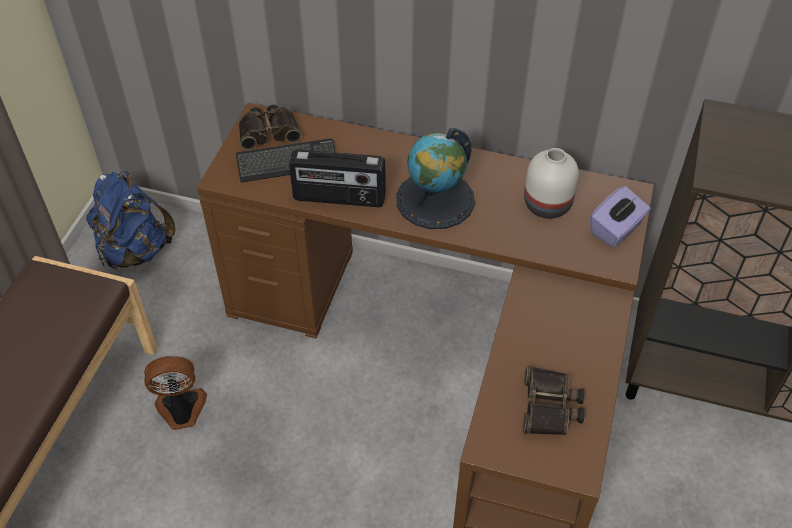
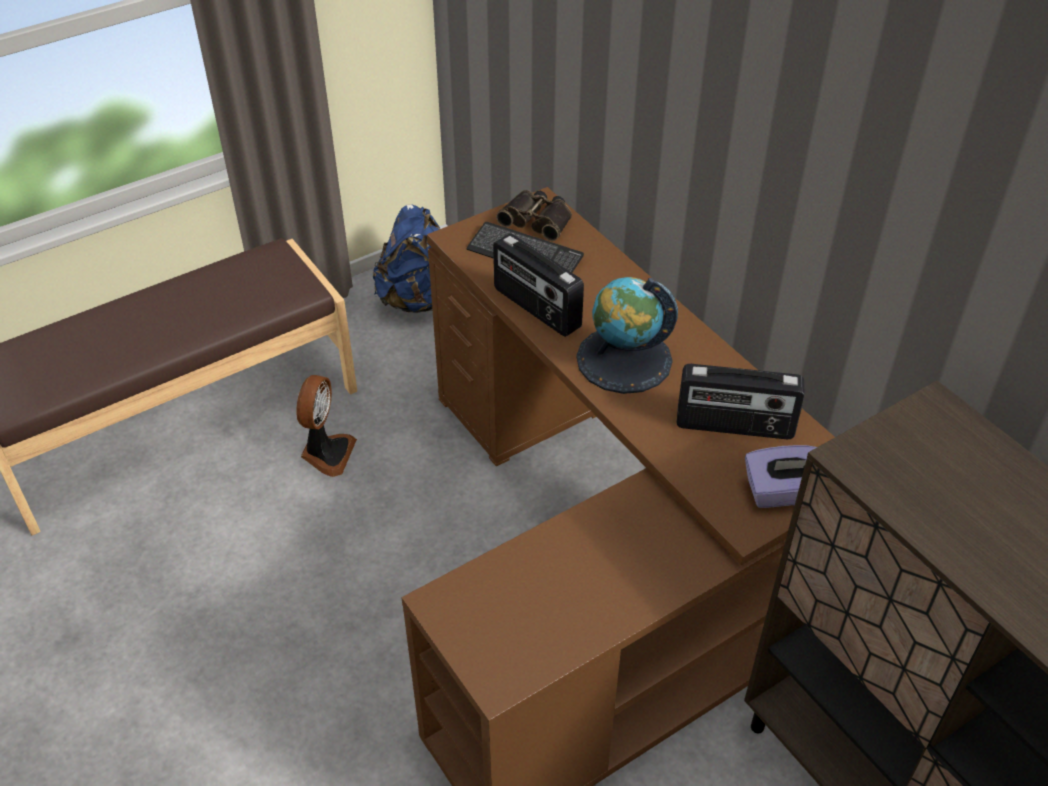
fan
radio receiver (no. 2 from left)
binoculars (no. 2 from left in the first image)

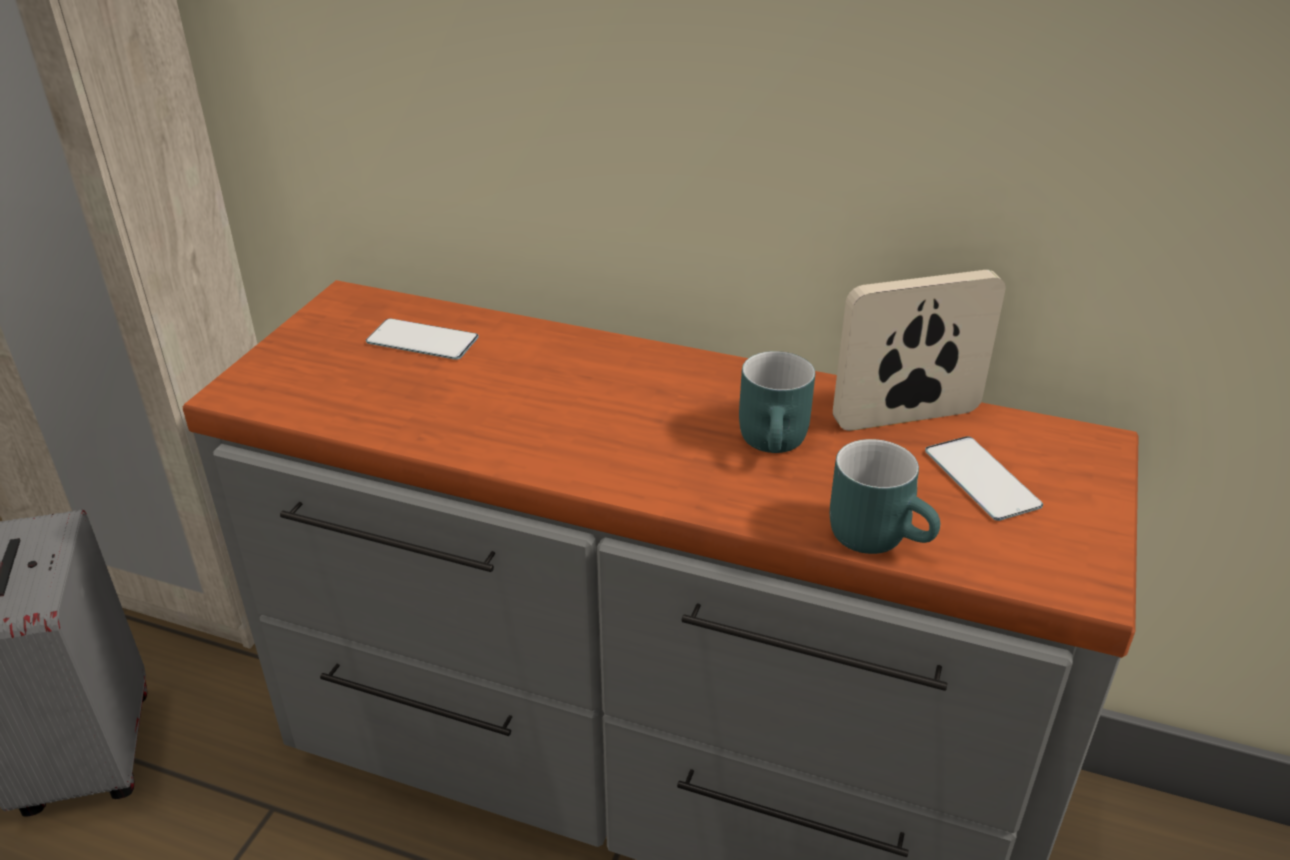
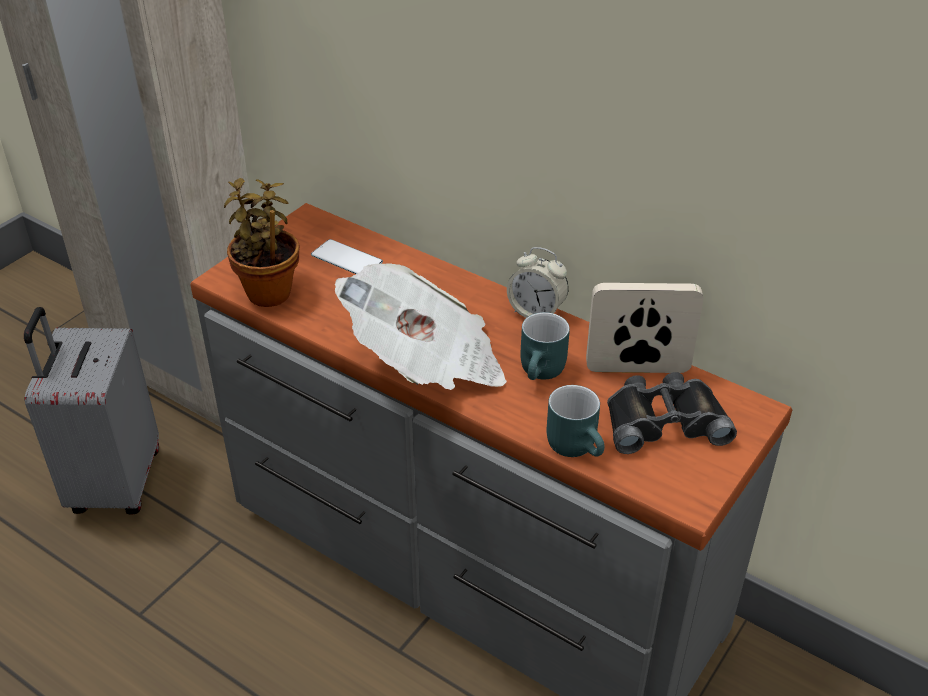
potted plant
newspaper
alarm clock
binoculars in black

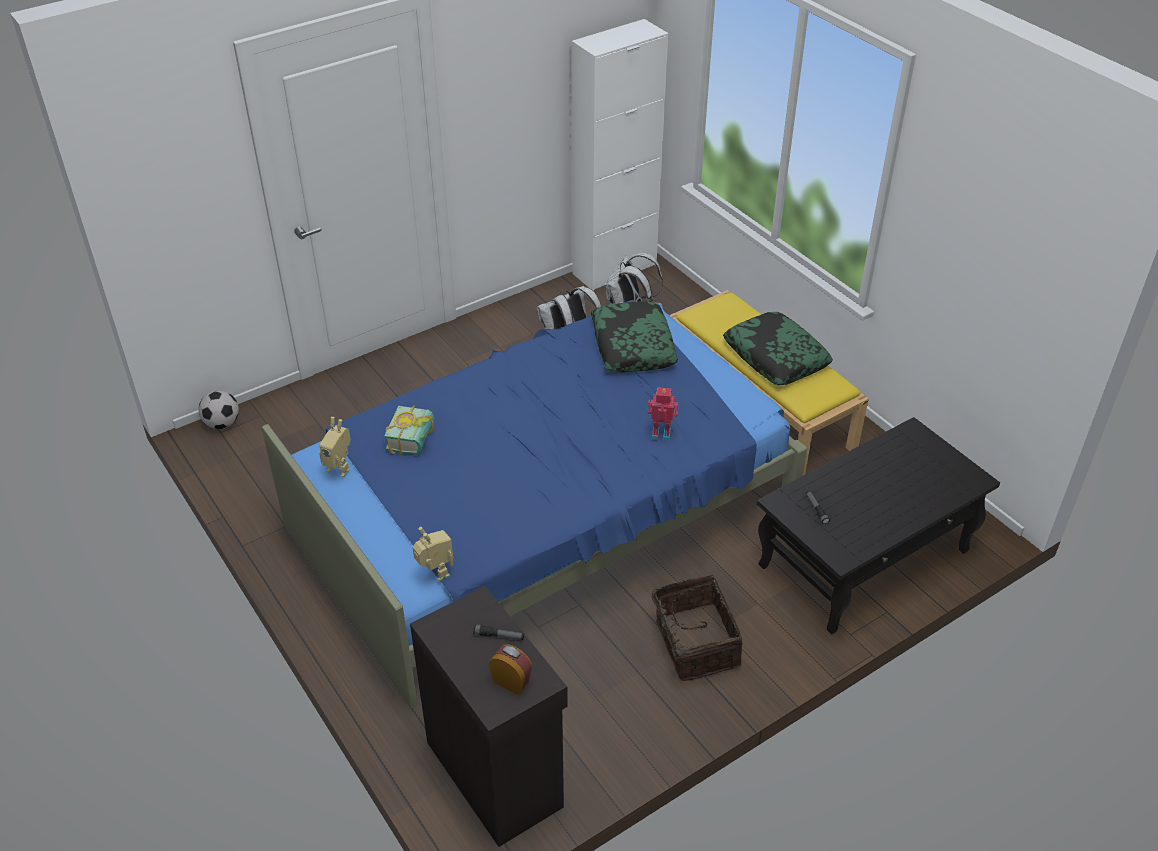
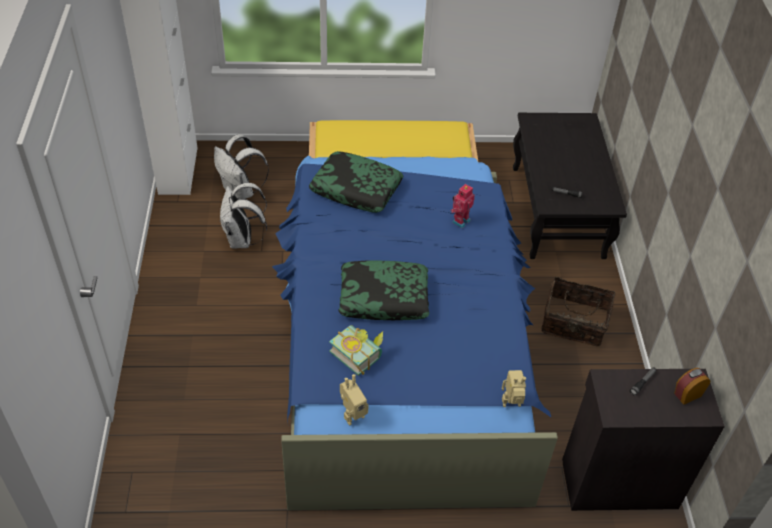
cushion (no. 2 from left)
football

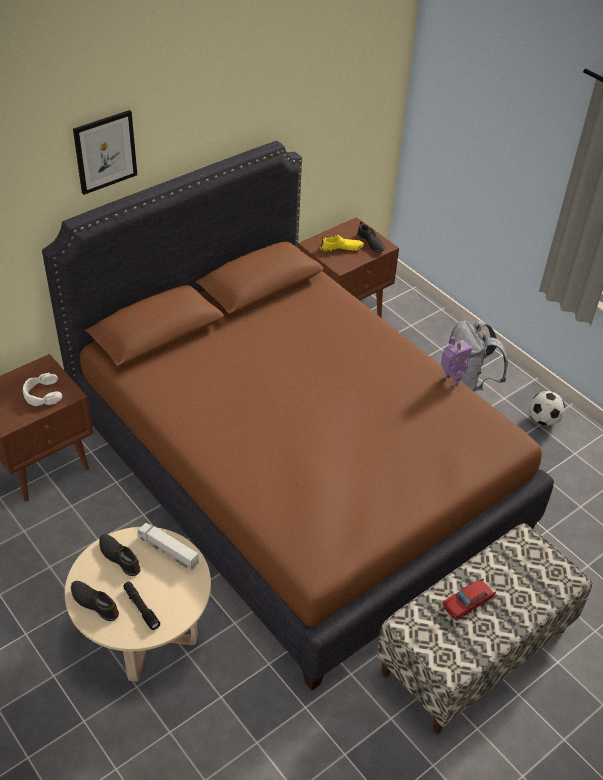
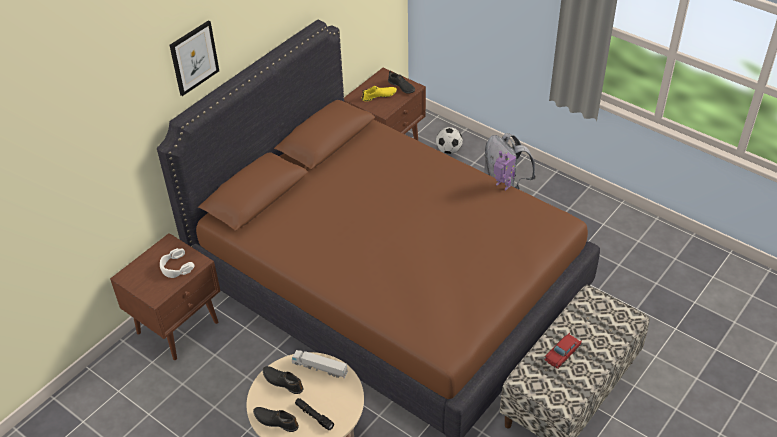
football

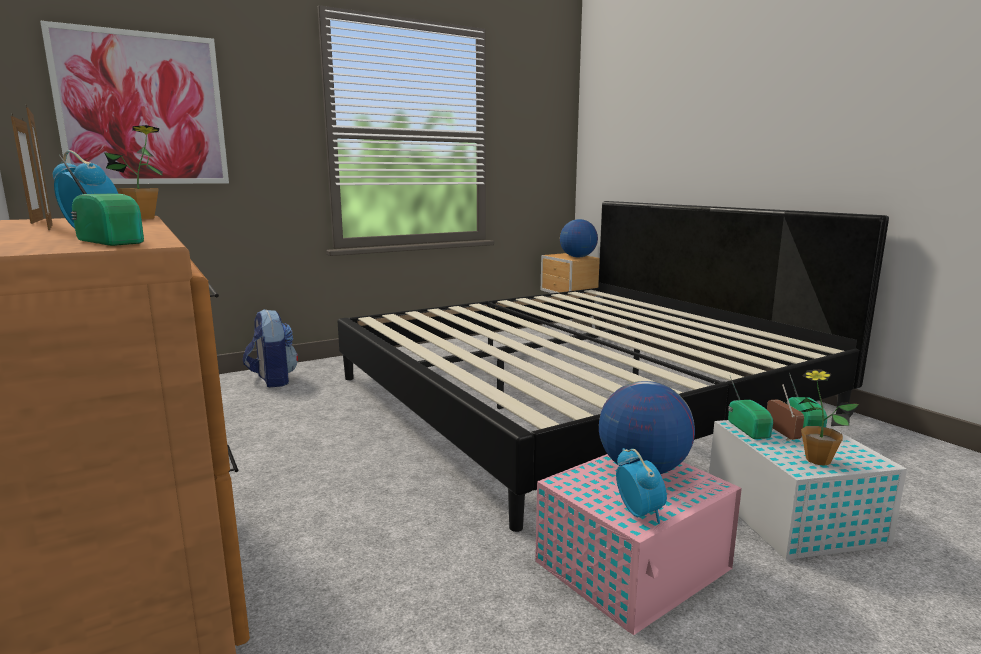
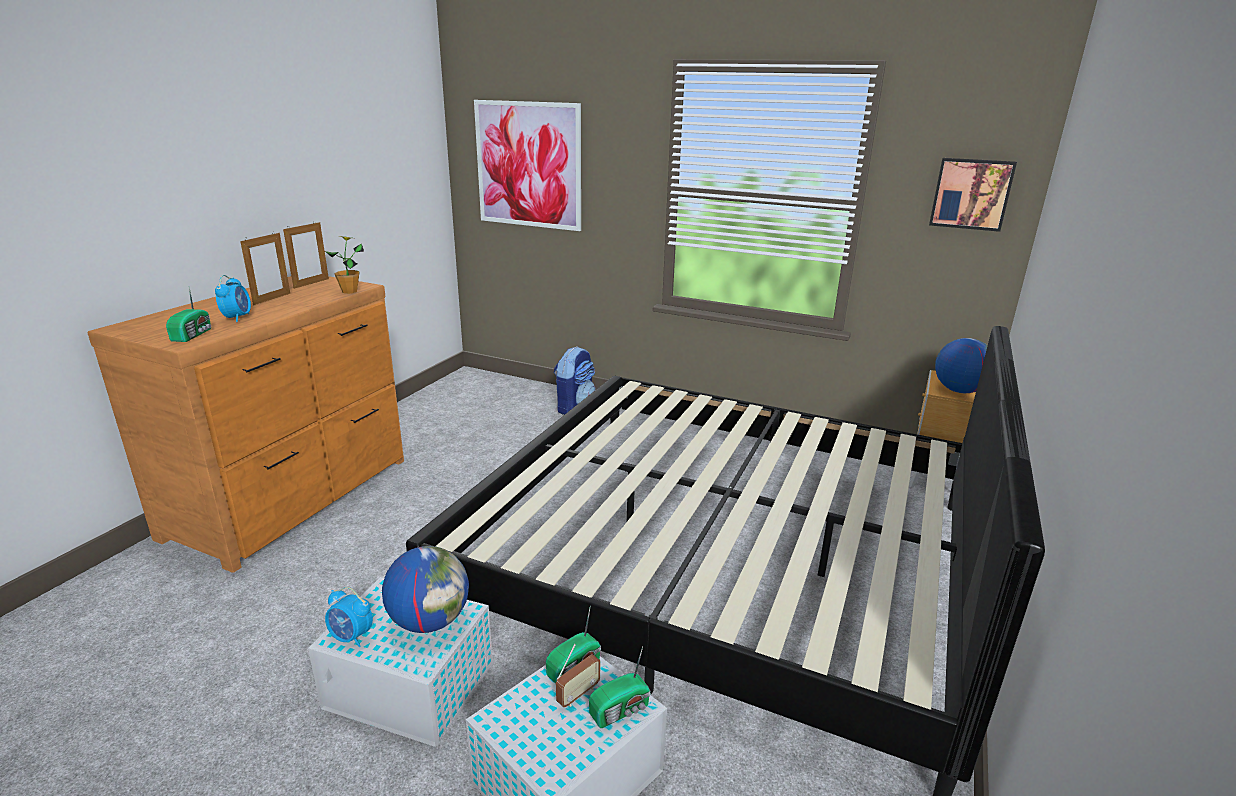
storage bin in white-coloured (no. 1 from left)
alarm clock (no. 2 from left)
wall picture (no. 2 from left)
potted plant (no. 2 from left in the first image)

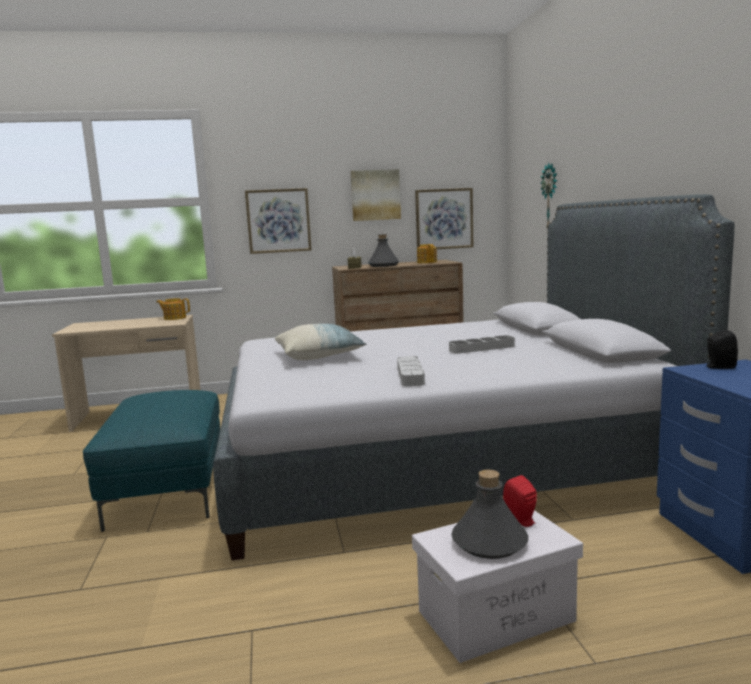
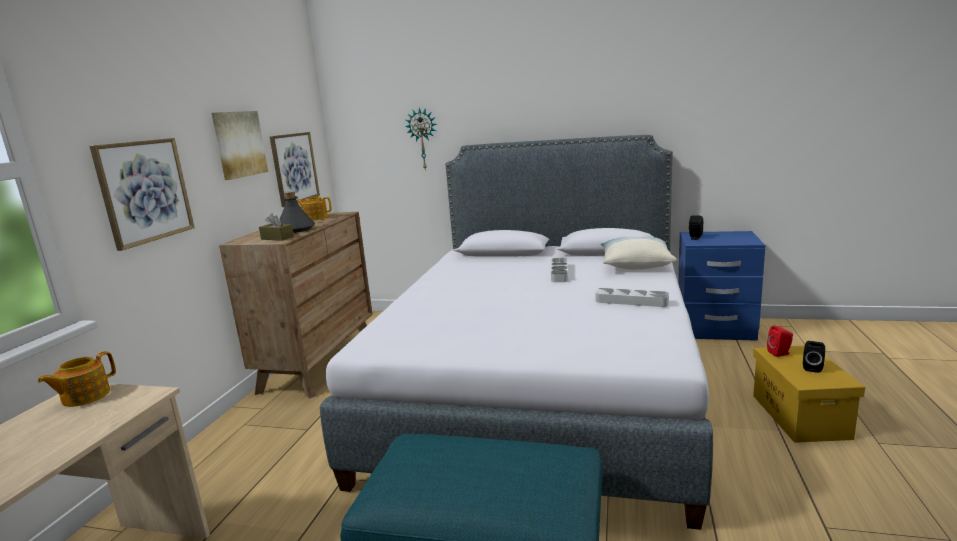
cushion
storage bin in yellow-coloured
audio speaker in black (no. 2 from left)

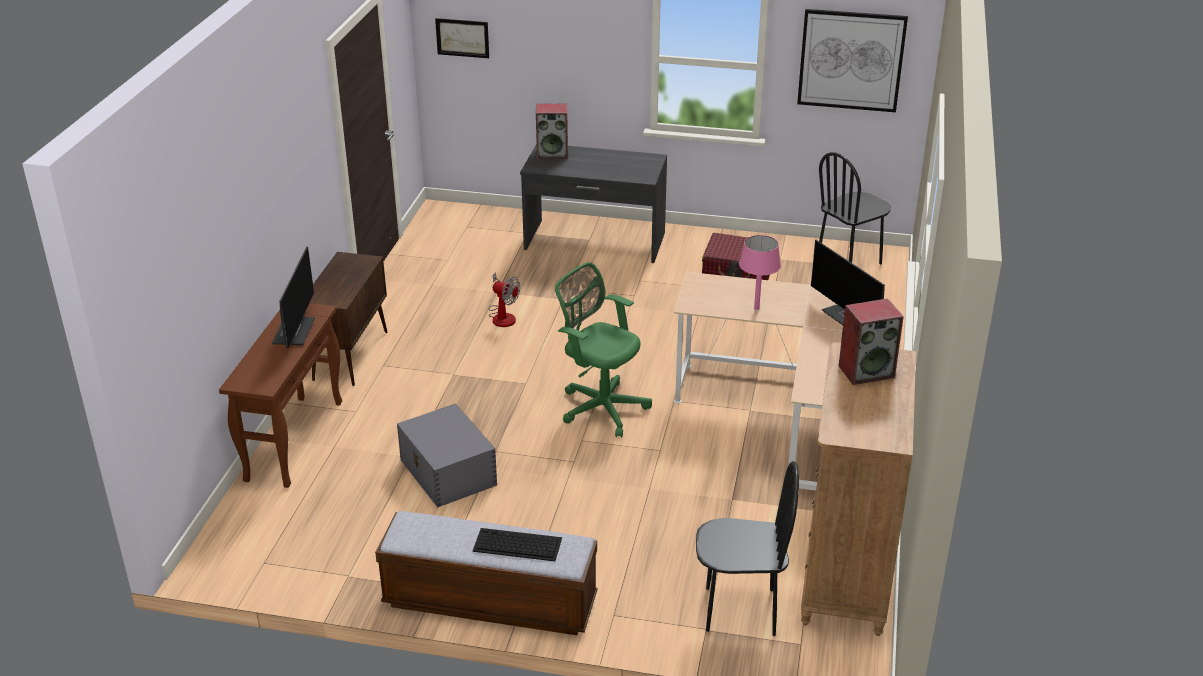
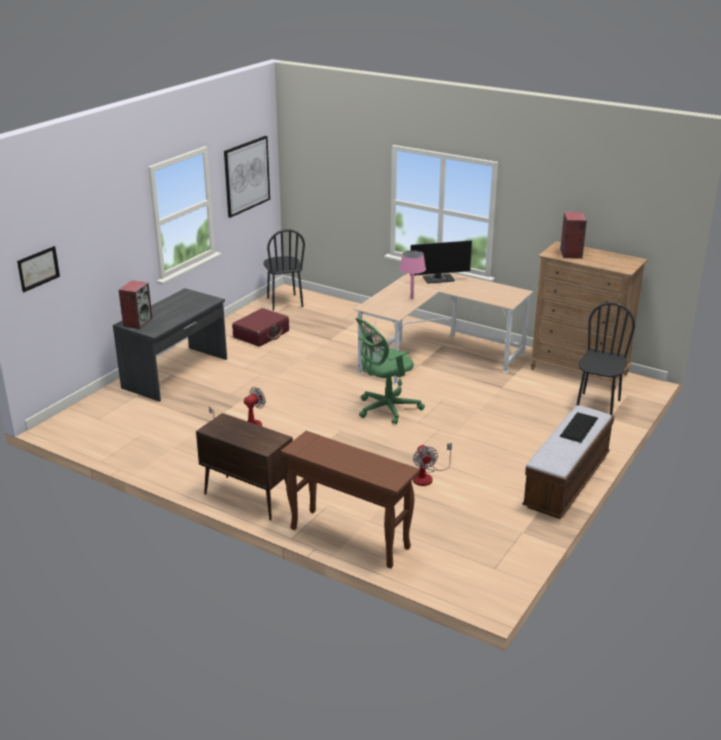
fan (no. 2 from left)
monitor (no. 1 from left in the first image)

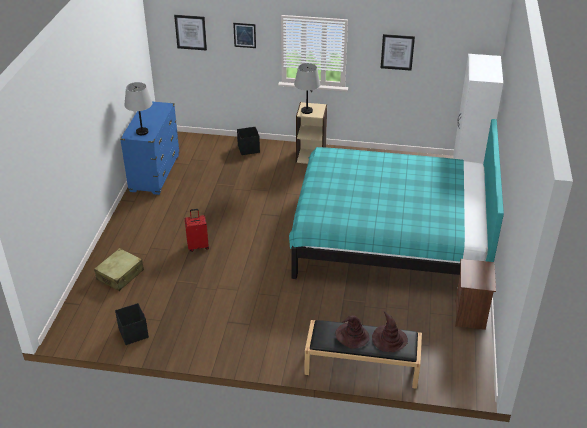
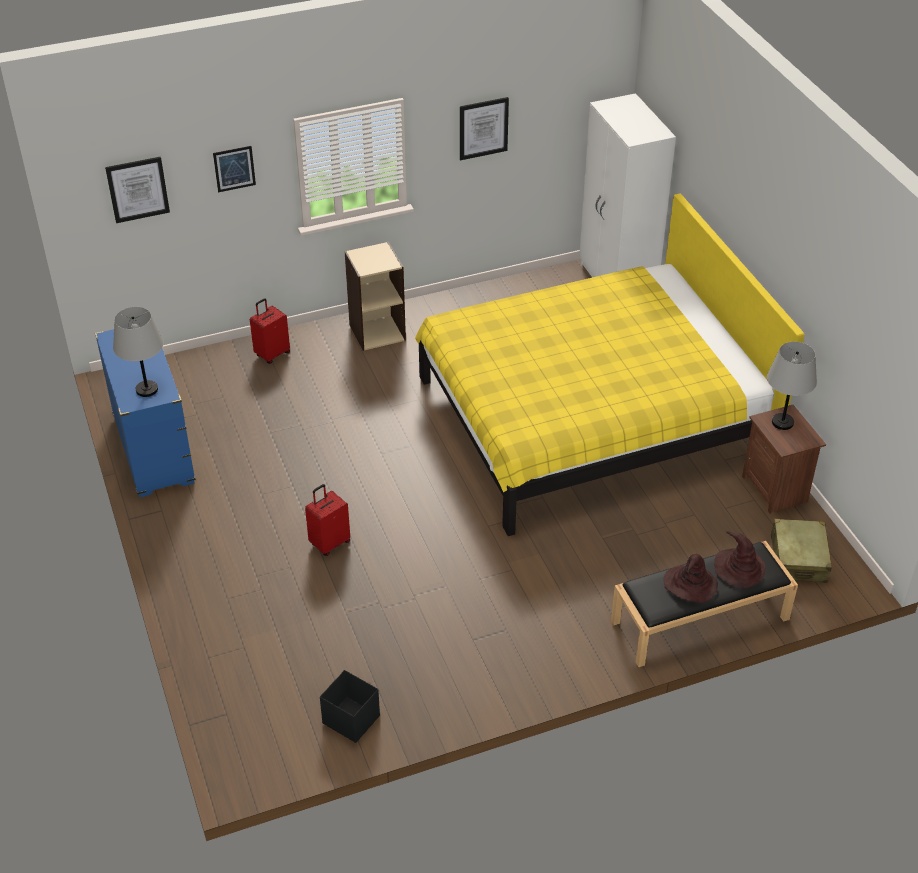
travel case in red-coloured (no. 1 from left)
bed in yellow-coloured
lamp for a table in greyish (no. 2 from left)
travel case in beige

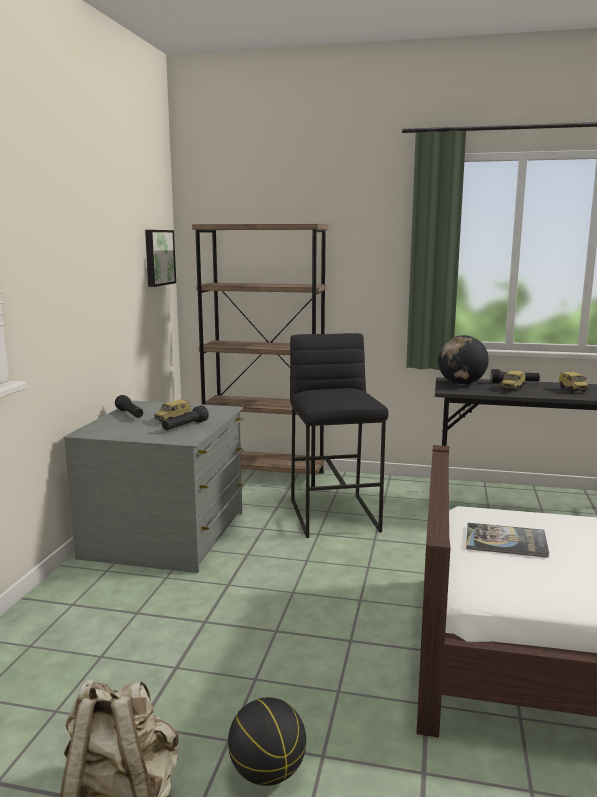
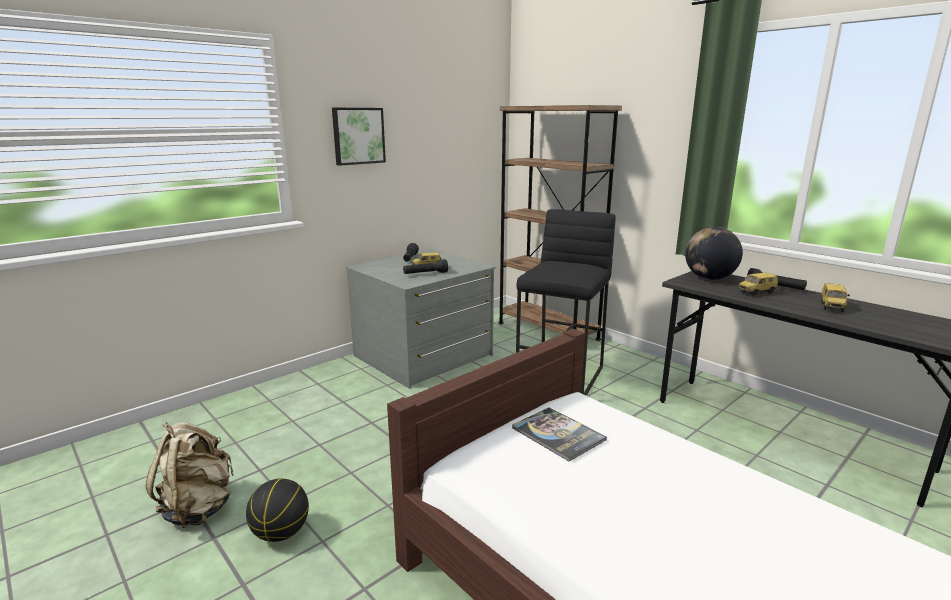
wall picture

